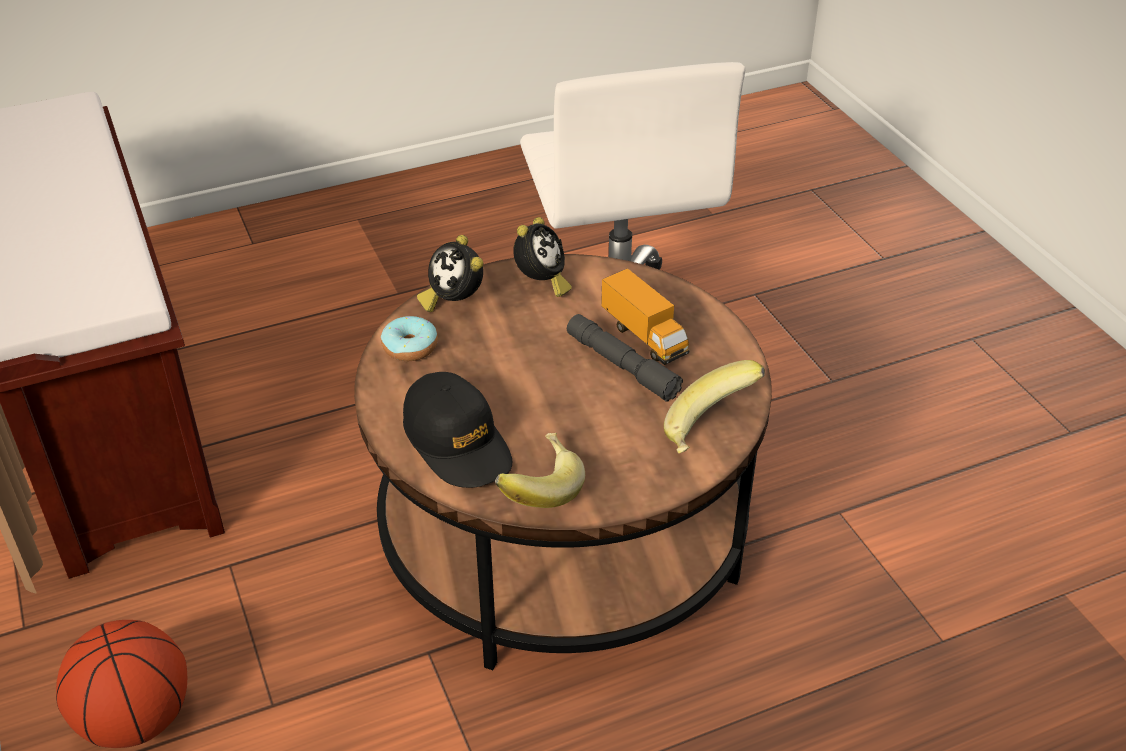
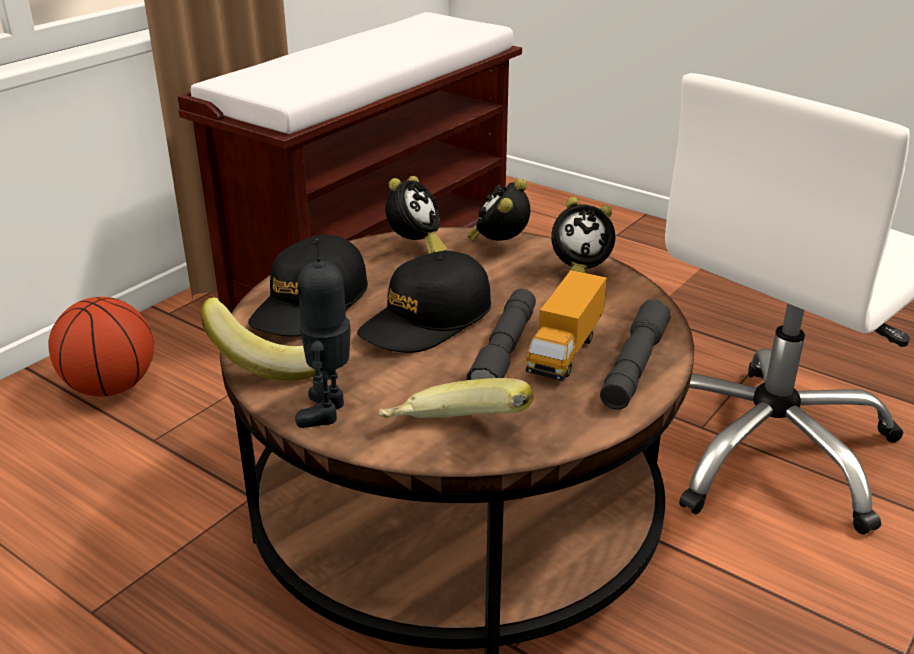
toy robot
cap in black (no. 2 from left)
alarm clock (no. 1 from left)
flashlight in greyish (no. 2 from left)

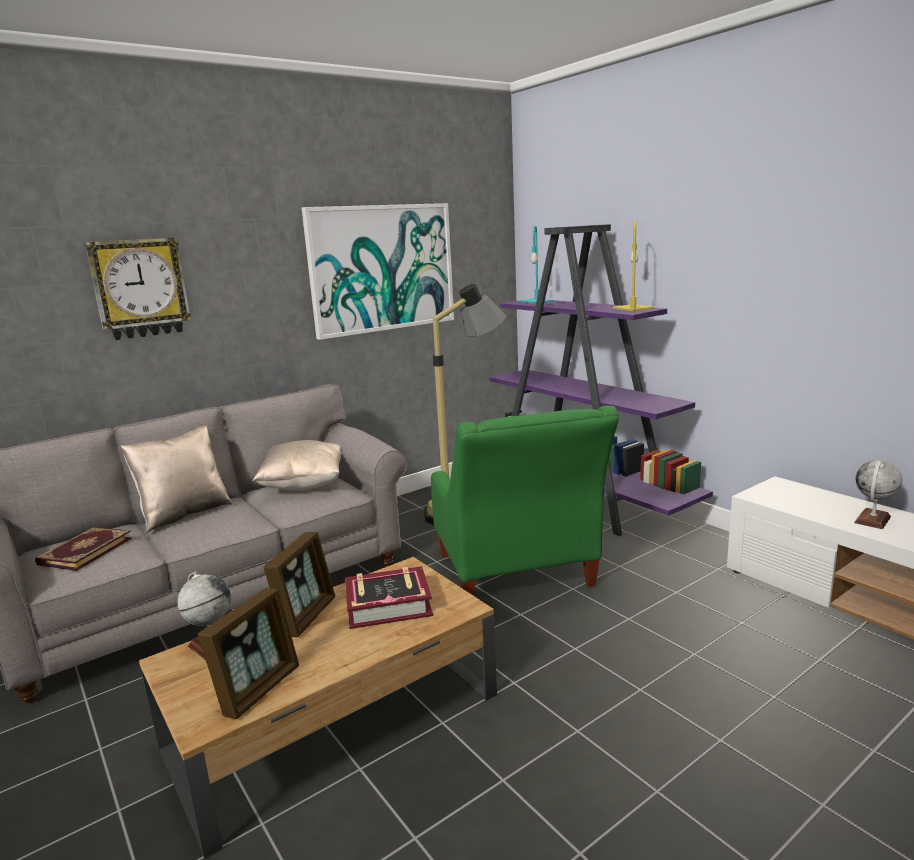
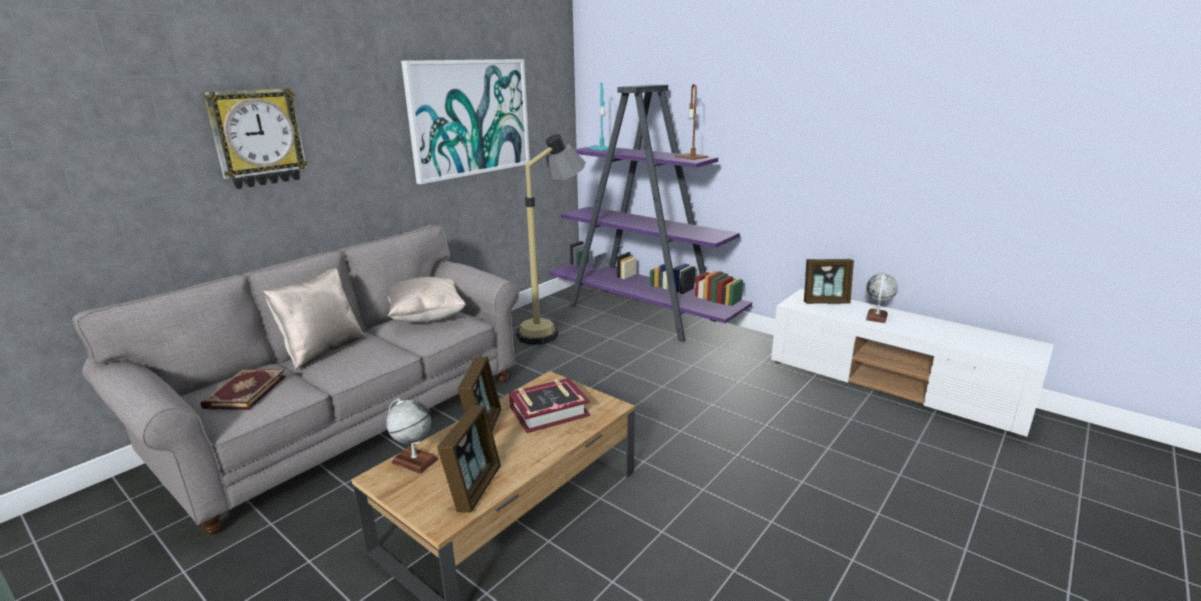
lamp for a table in brownish
picture frame (no. 3 from left)
lounge chair in green

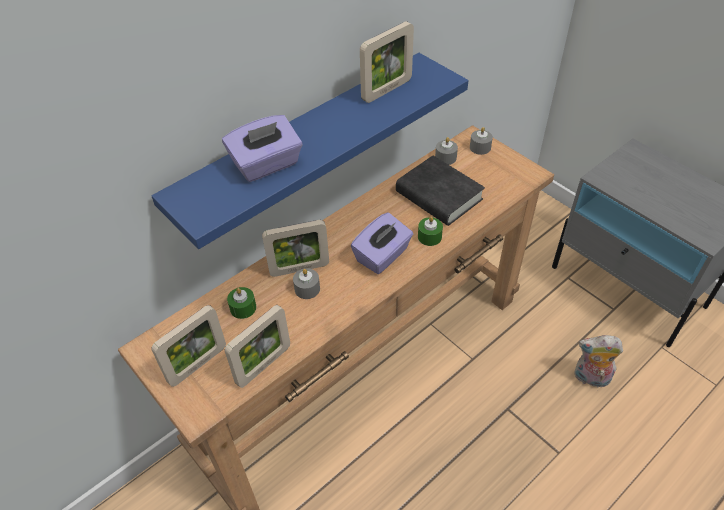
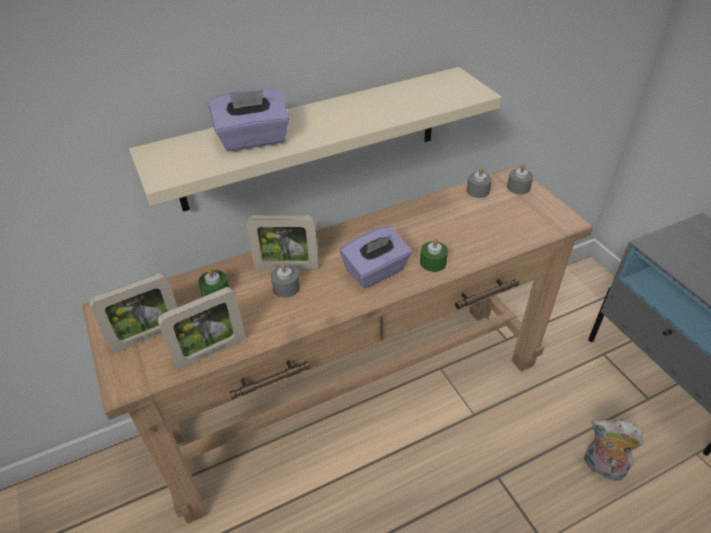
bracket shelf in beige
picture frame (no. 4 from left in the first image)
bound book in black

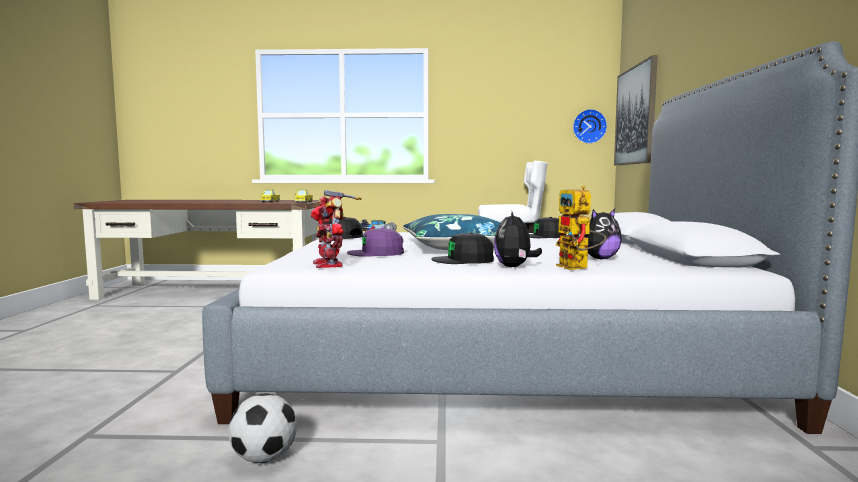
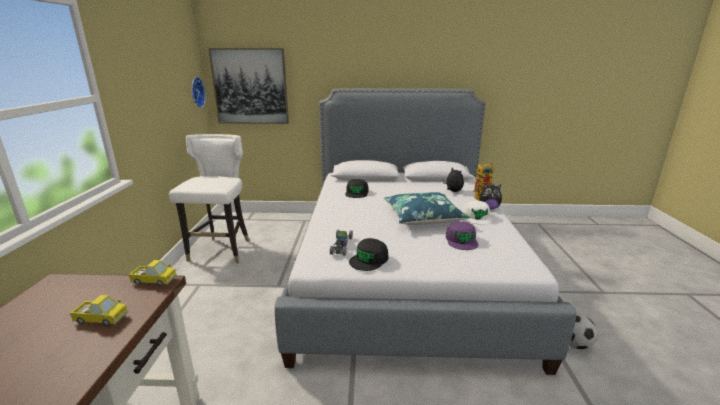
cap in white-coloured
toy robot (no. 1 from left in the first image)

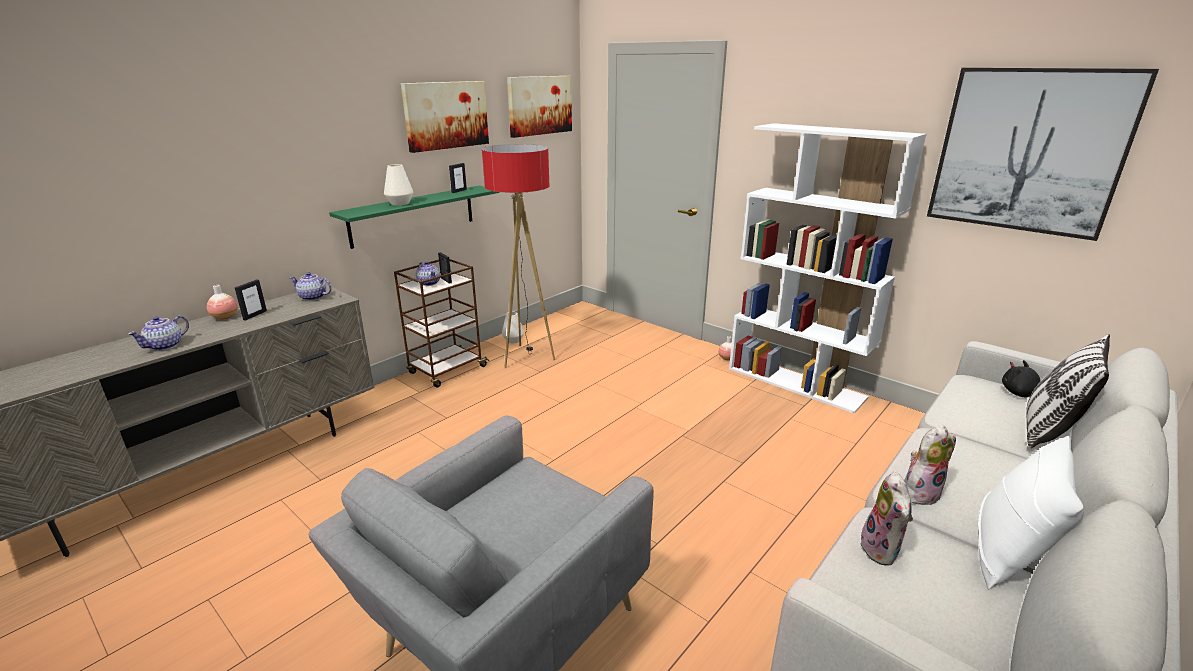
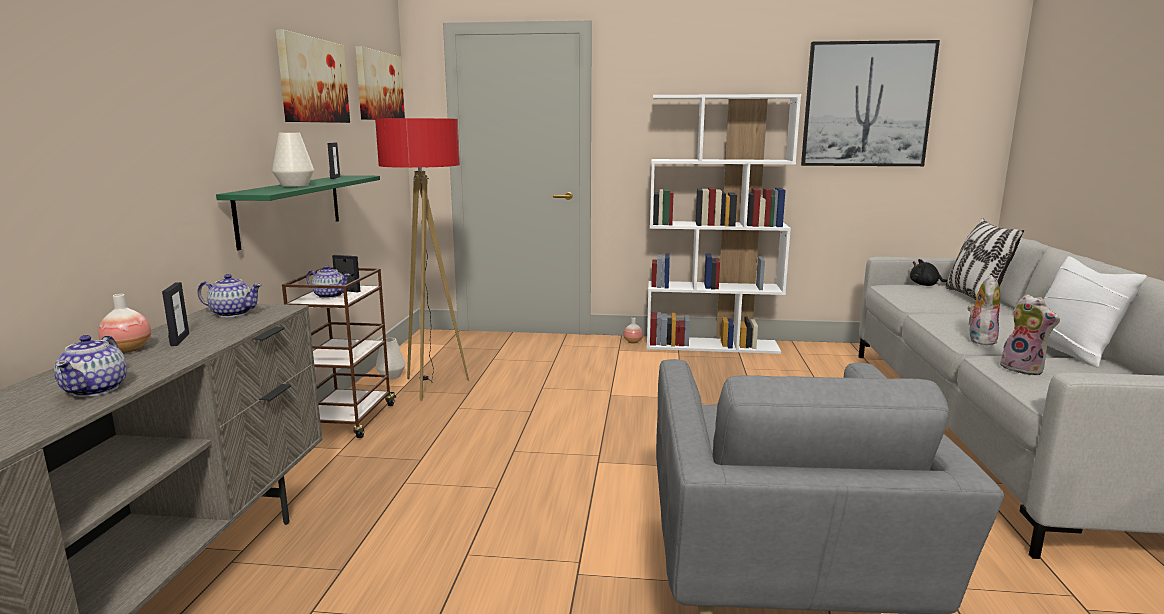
teapot (no. 2 from left)

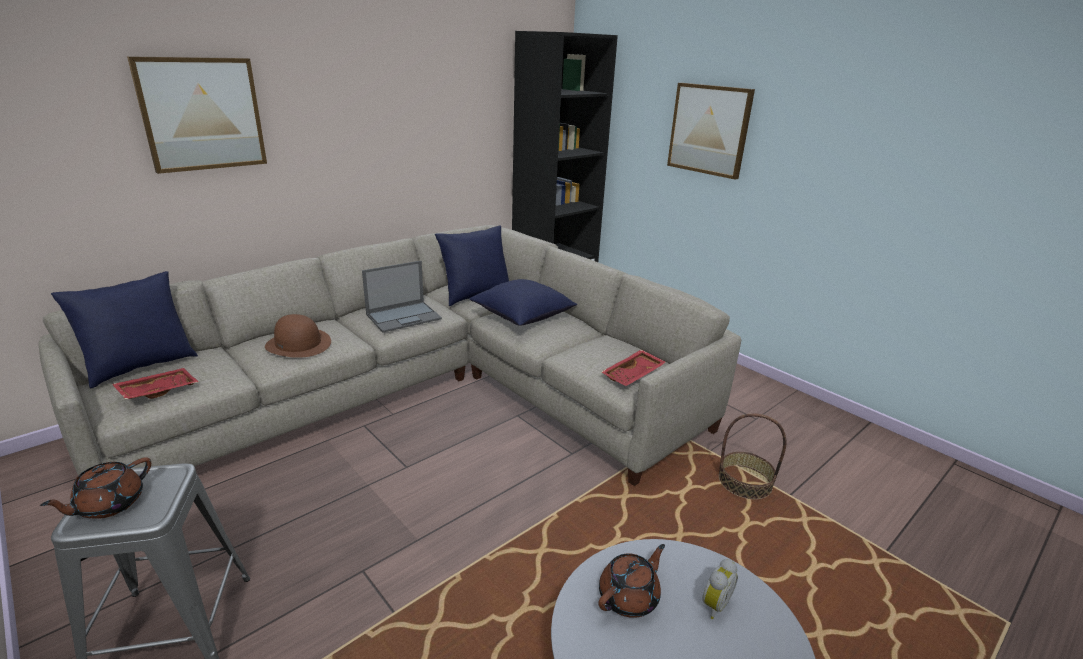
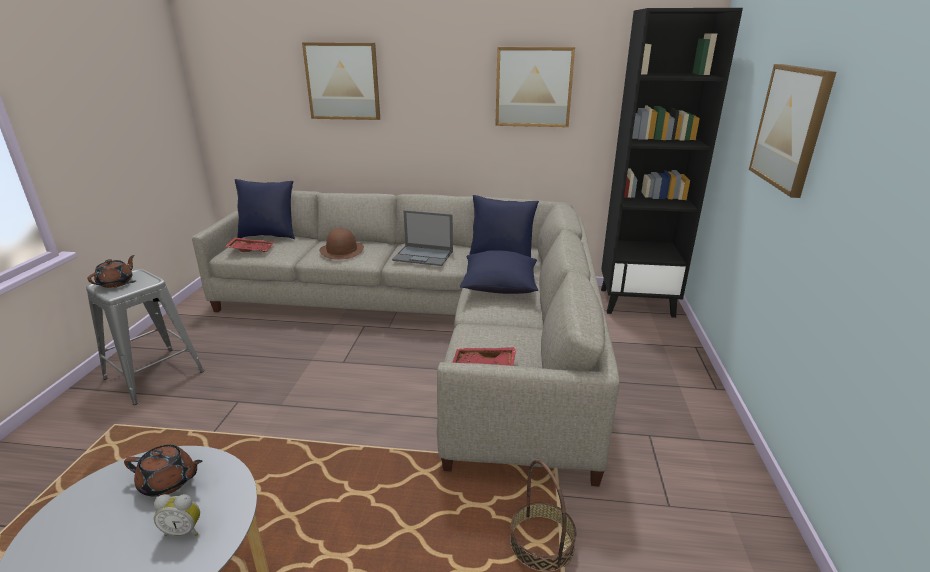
teapot in brownish (no. 1 from left)
wall picture (no. 2 from left)

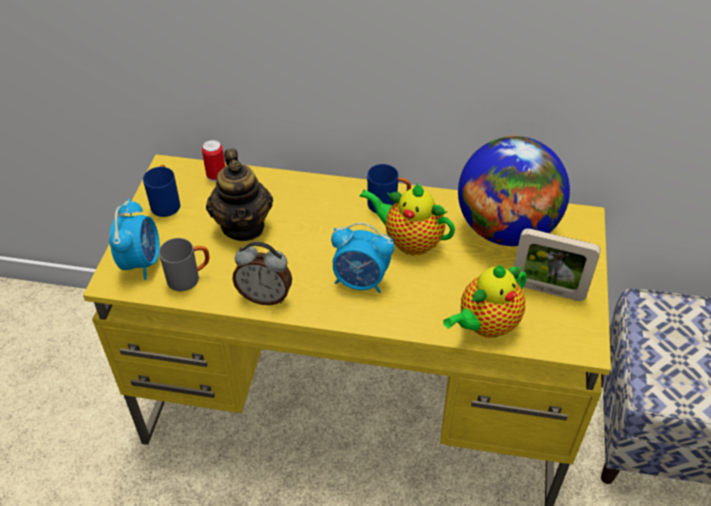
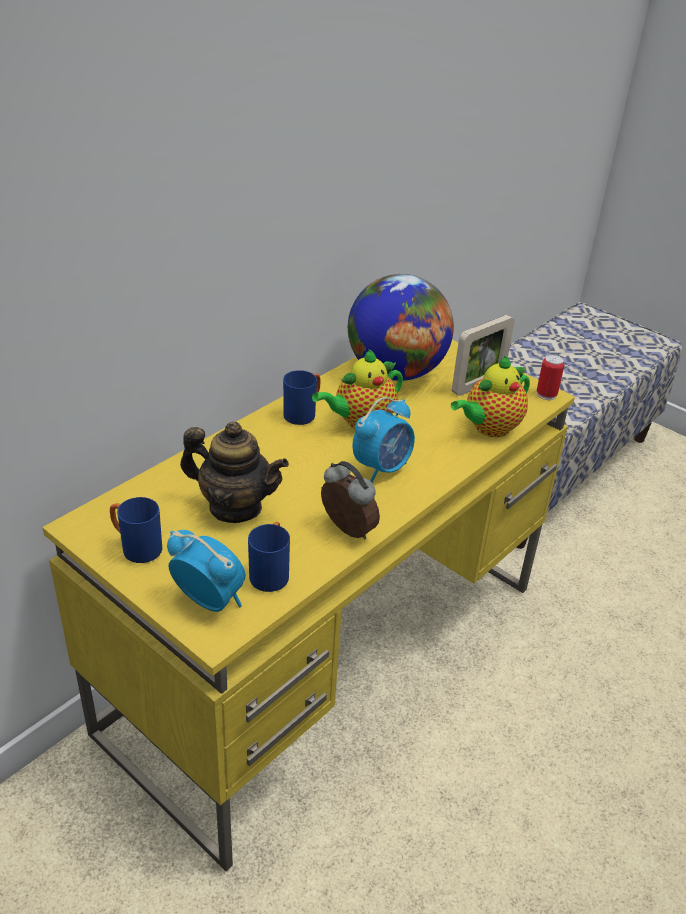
tea mug in blue-coloured (no. 2 from left)
alarm clock (no. 2 from left)
teapot (no. 3 from left)
can

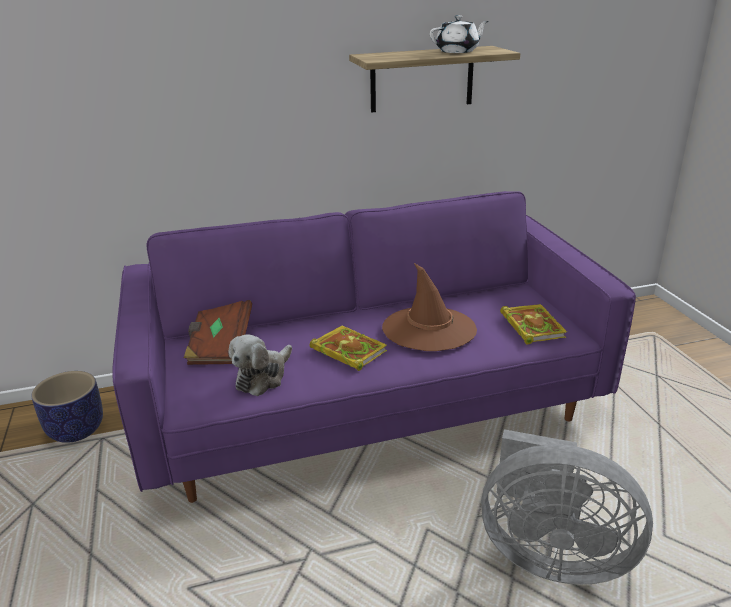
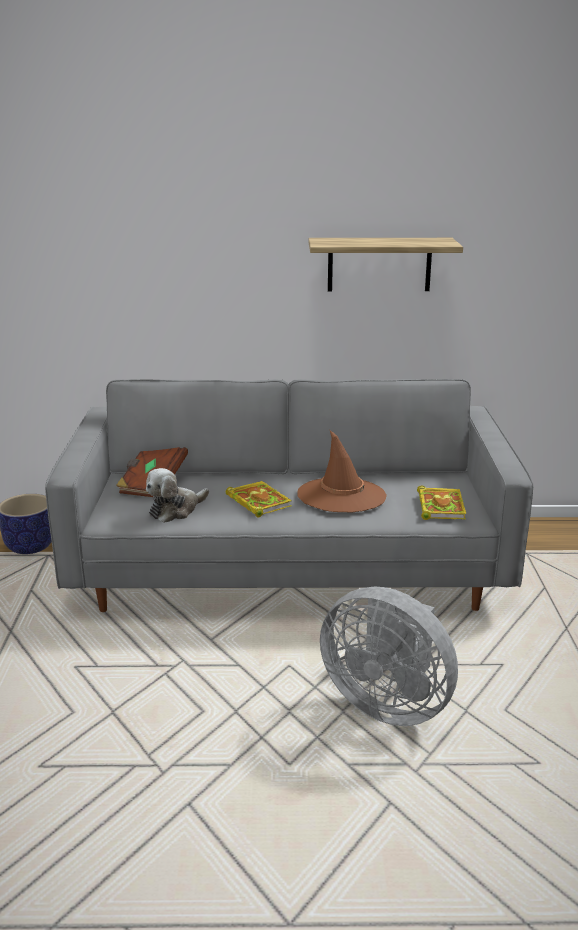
settee in greyish
teapot in white-coloured

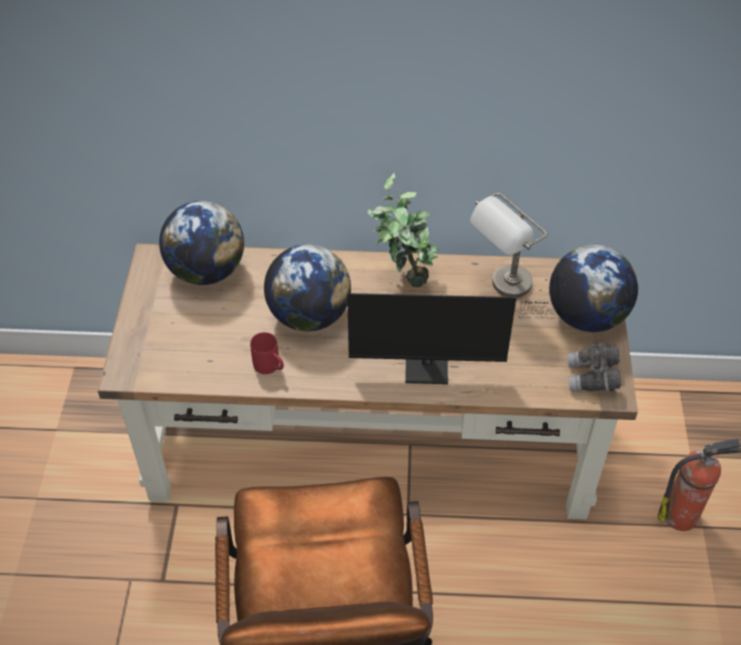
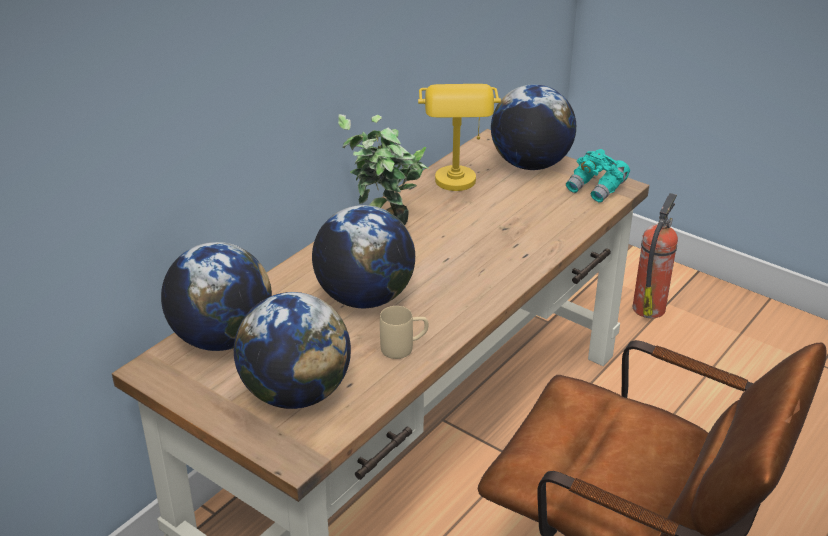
world globe (no. 2 from left)
tea mug in beige
lamp for a table in yellow-coloured
binoculars in turquoise-coloured
monitor

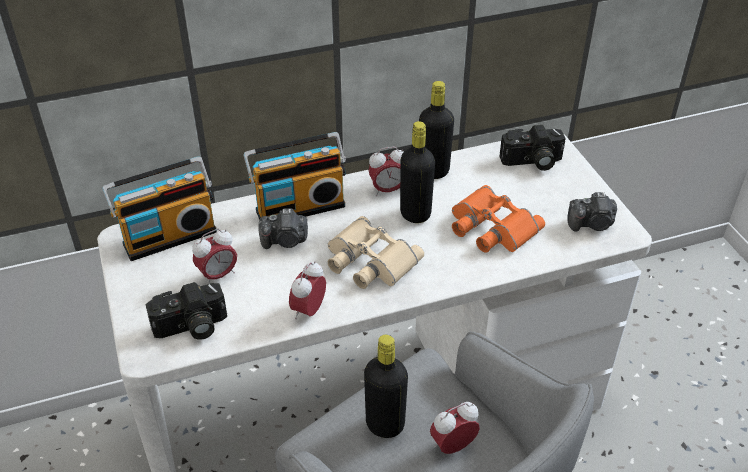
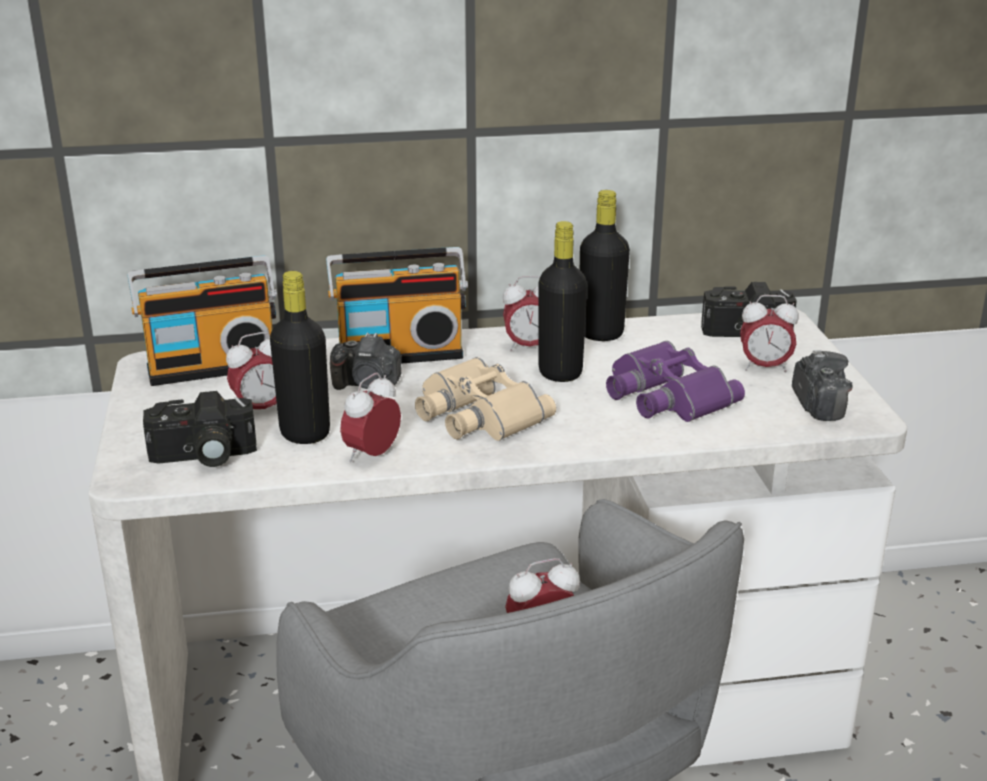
bottle in black (no. 1 from left)
binoculars in purple
alarm clock (no. 5 from left)
still camera (no. 4 from left)

